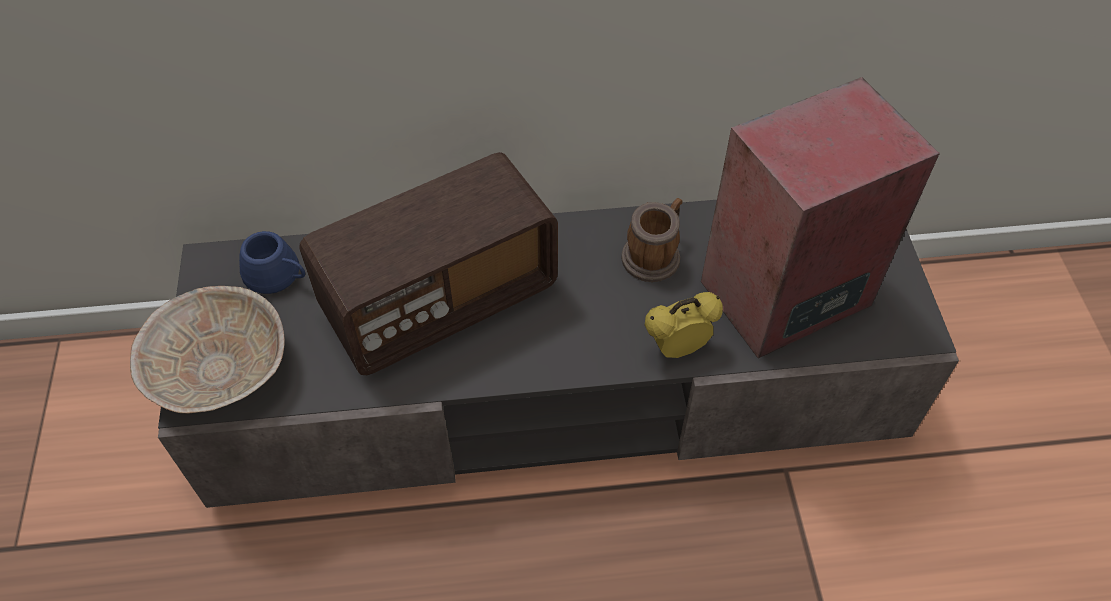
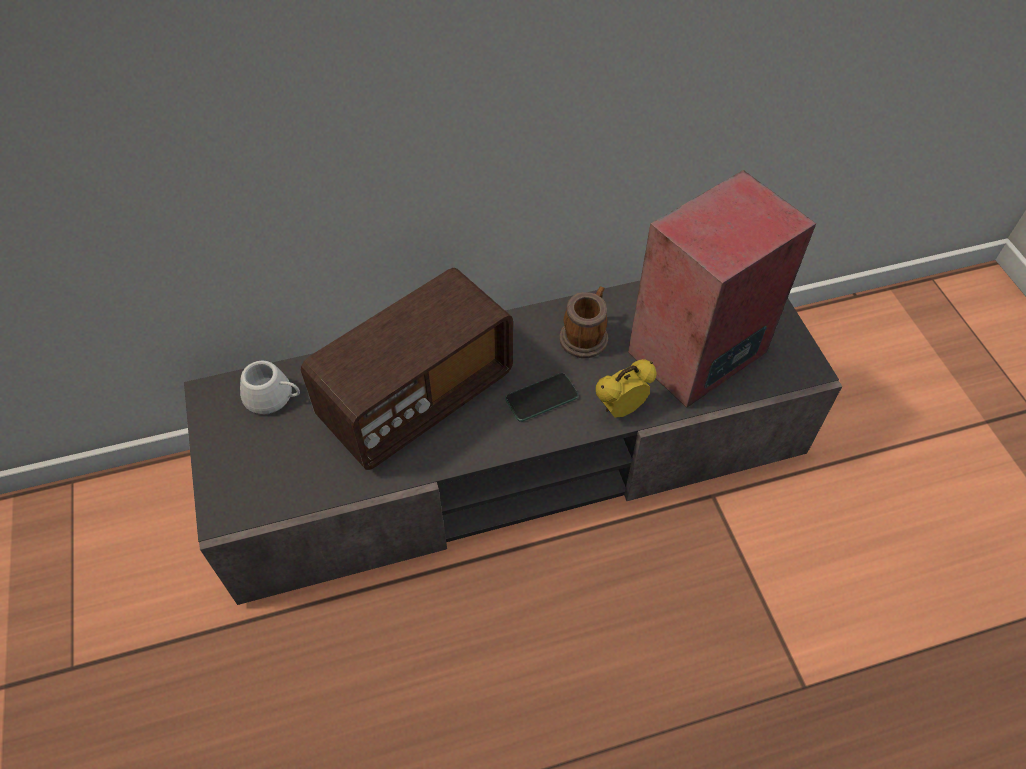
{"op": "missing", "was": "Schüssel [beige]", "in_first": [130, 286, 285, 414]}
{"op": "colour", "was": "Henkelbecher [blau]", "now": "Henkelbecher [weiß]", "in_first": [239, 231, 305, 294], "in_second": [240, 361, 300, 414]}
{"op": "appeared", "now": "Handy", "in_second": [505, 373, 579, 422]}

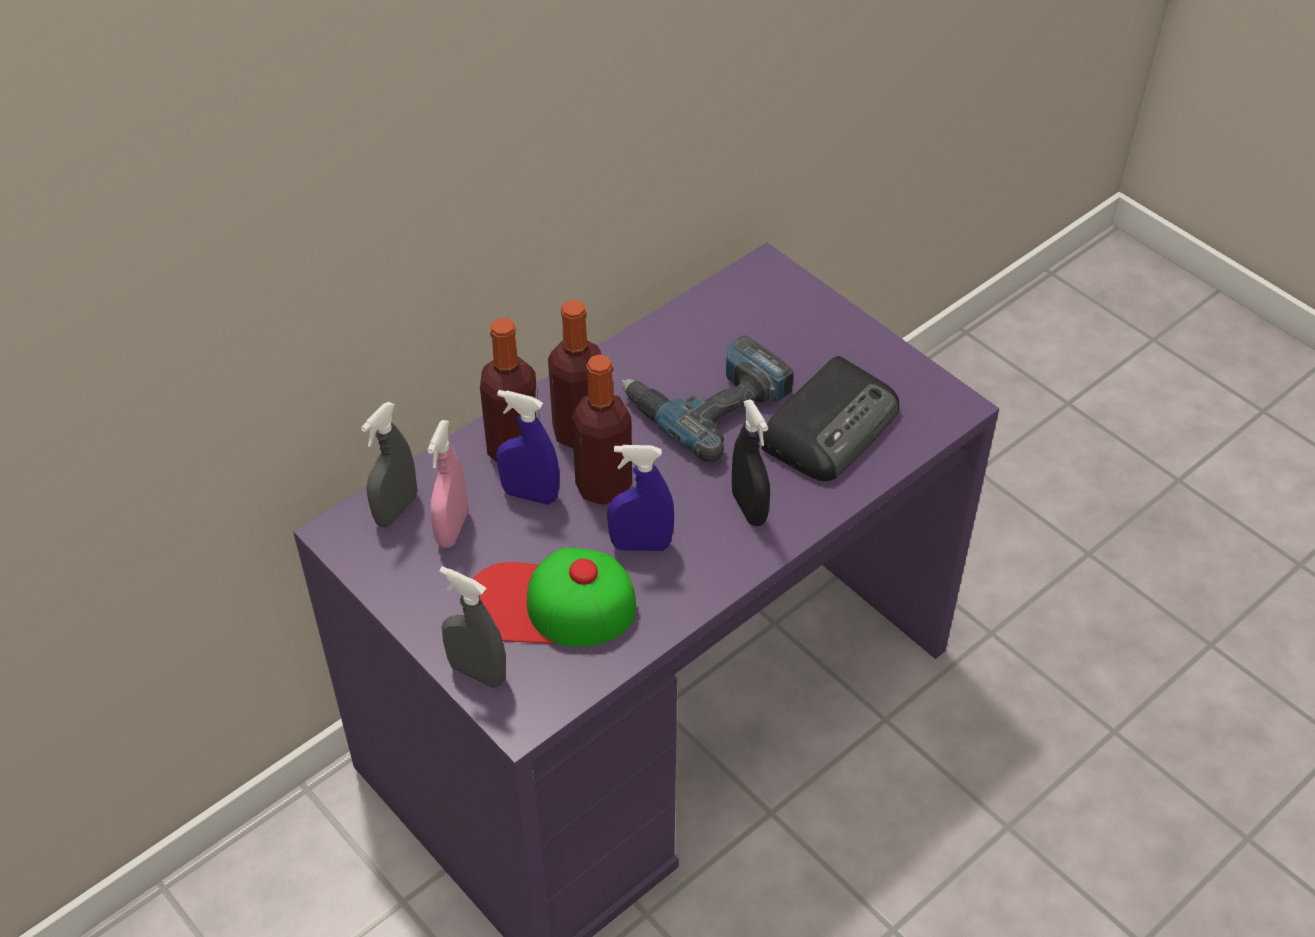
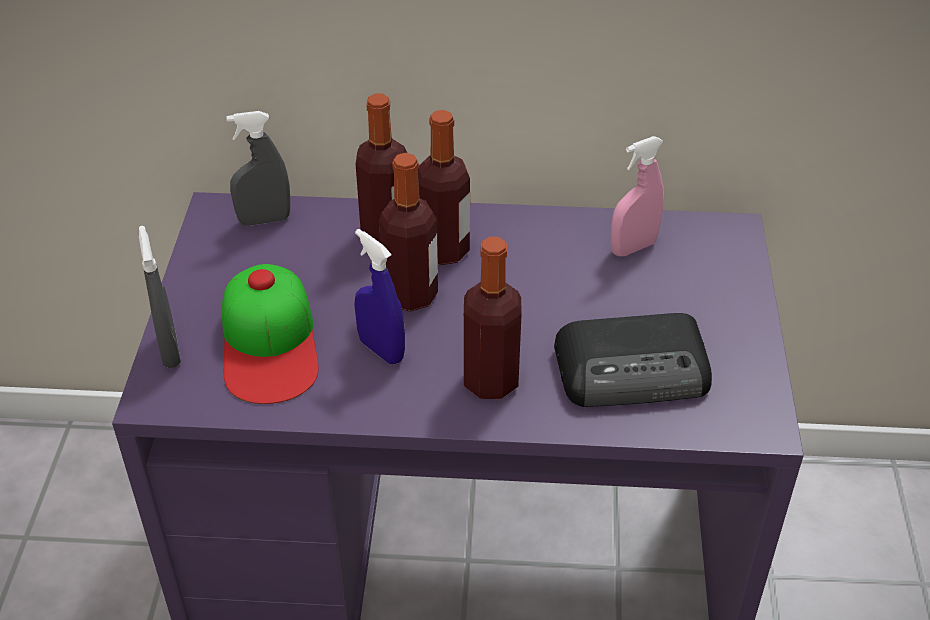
{"op": "relocated", "was": "Sprühflasche [rosa]", "in_first": [427, 420, 467, 548], "in_second": [611, 136, 664, 256]}
{"op": "spun", "was": "Kappe", "in_first": [463, 547, 636, 647], "in_second": [222, 264, 319, 404], "clockwise": -150}
{"op": "missing", "was": "Sprühflasche [blau]", "in_first": [496, 390, 559, 505]}
{"op": "missing", "was": "Bohrmaschine", "in_first": [622, 335, 794, 462]}
{"op": "exchanged", "was": "Sprühflasche [schwarz]", "now": "Flasche", "in_first": [732, 399, 770, 526], "in_second": [464, 237, 522, 399]}

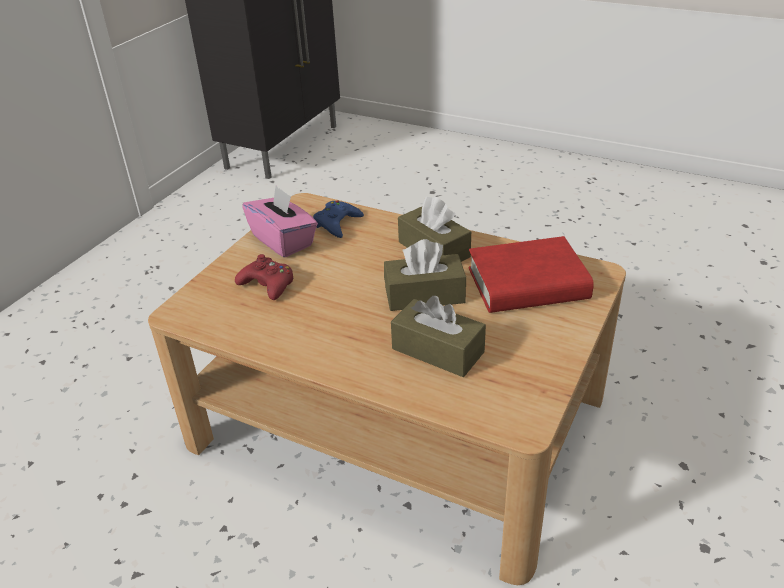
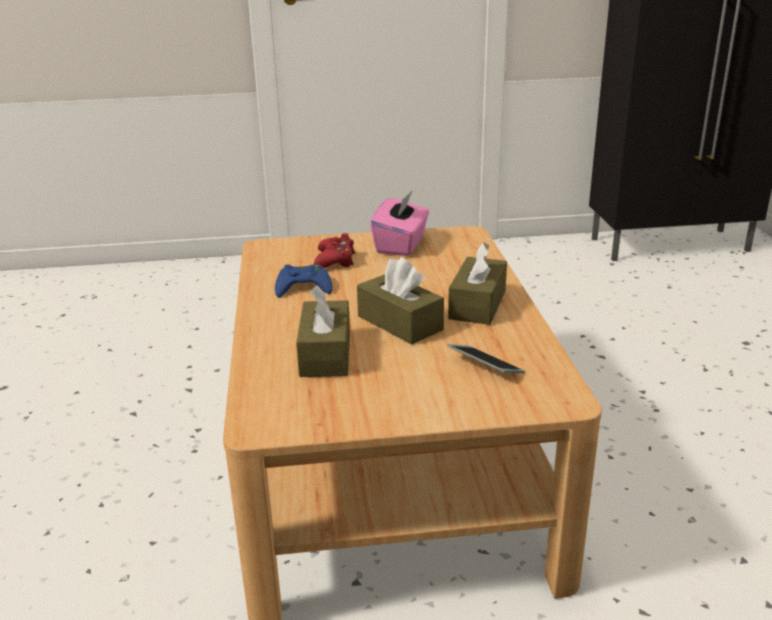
{"op": "relocated", "was": "Gamepad [blau]", "in_first": [313, 201, 364, 238], "in_second": [275, 264, 333, 298]}
{"op": "exchanged", "was": "Buch [rot]", "now": "Handy", "in_first": [468, 236, 594, 313], "in_second": [447, 344, 525, 373]}

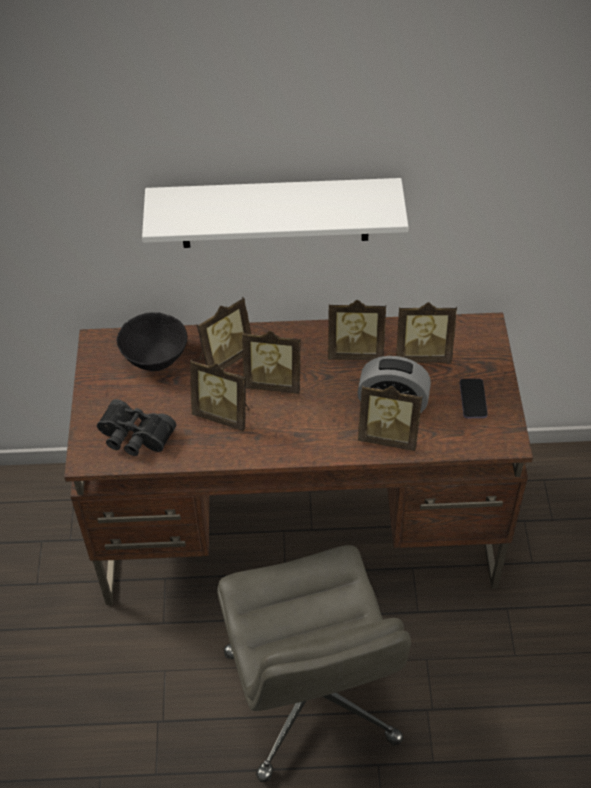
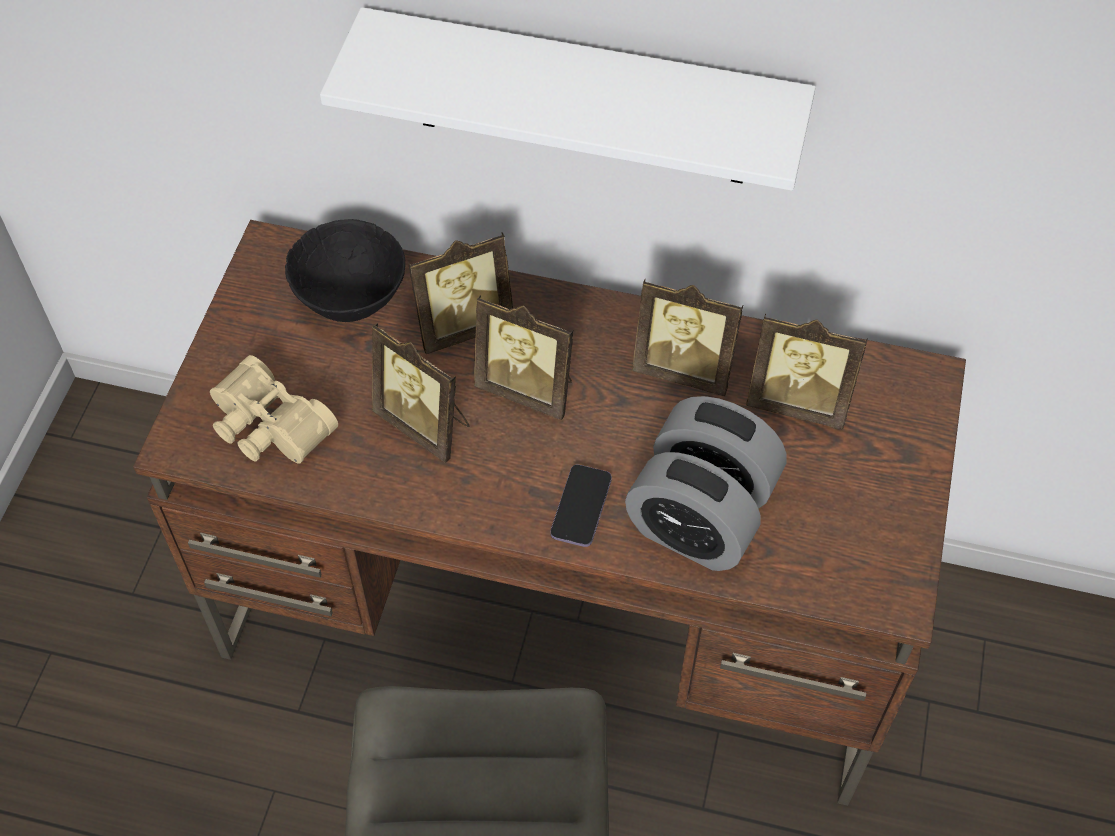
{"op": "colour", "was": "Fernglas [schwarz]", "now": "Fernglas [beige]", "in_first": [97, 399, 176, 456], "in_second": [210, 355, 338, 463]}
{"op": "exchanged", "was": "Bilderrahmen", "now": "Wecker", "in_first": [358, 385, 423, 451], "in_second": [625, 452, 761, 571]}
{"op": "relocated", "was": "Handy", "in_first": [460, 378, 488, 418], "in_second": [550, 465, 612, 547]}

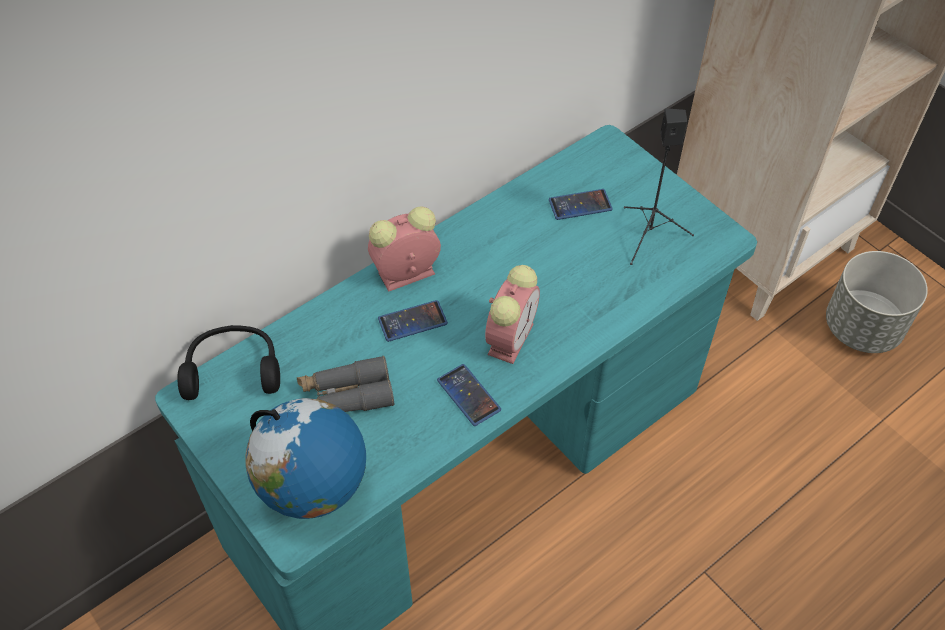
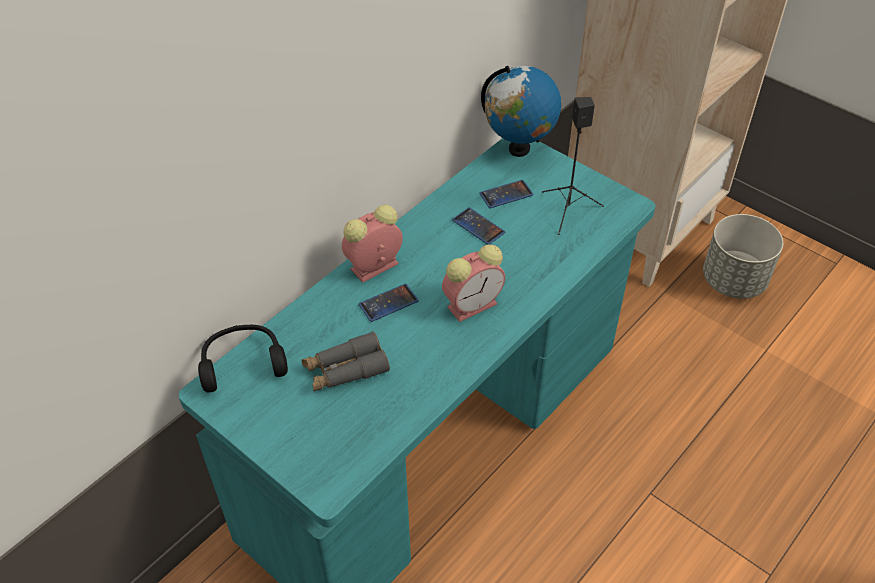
{"op": "relocated", "was": "Globus", "in_first": [245, 398, 366, 519], "in_second": [481, 66, 561, 157]}
{"op": "relocated", "was": "Handy", "in_first": [437, 364, 501, 426], "in_second": [452, 207, 505, 245]}
{"op": "spun", "was": "Wecker", "in_first": [485, 265, 540, 364], "in_second": [442, 244, 505, 322], "clockwise": 45}

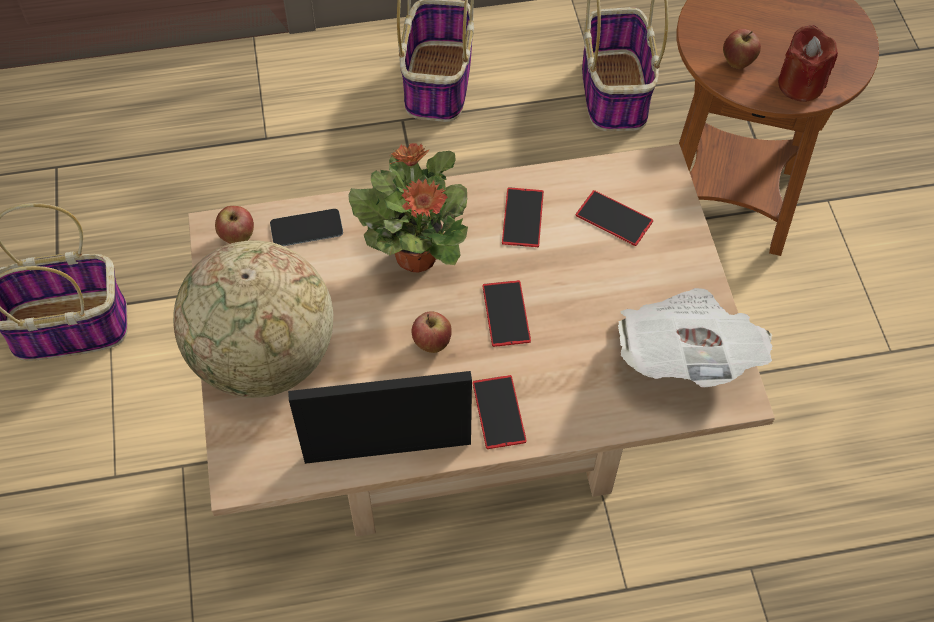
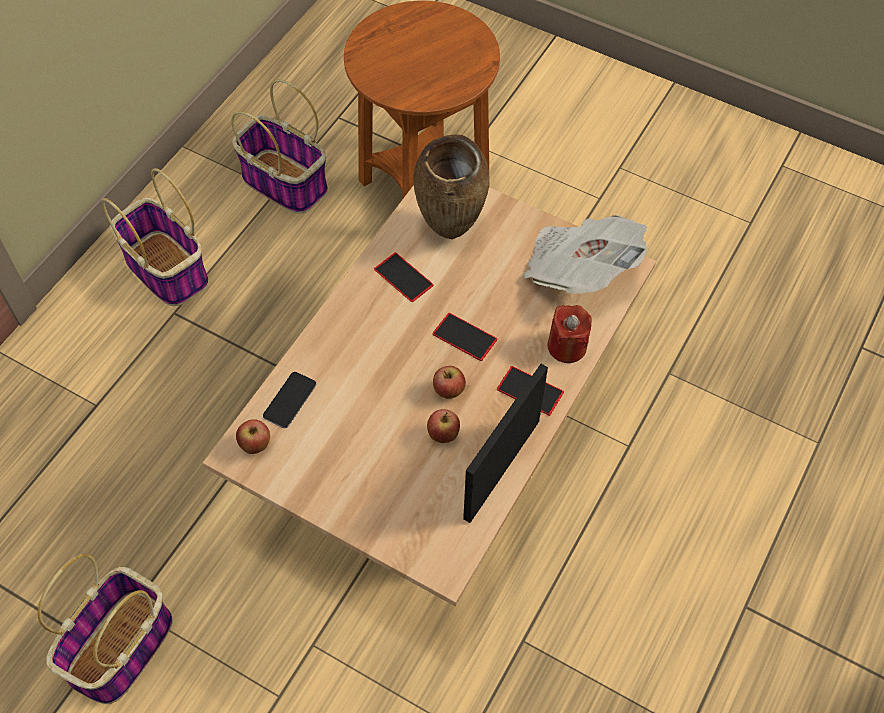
{"op": "missing", "was": "Globus", "in_first": [173, 240, 333, 398]}
{"op": "missing", "was": "Topfpflanze", "in_first": [348, 143, 468, 273]}
{"op": "exchanged", "was": "Handy", "now": "Vase [braun]", "in_first": [576, 190, 653, 246], "in_second": [413, 134, 489, 239]}
{"op": "relocated", "was": "Apfel", "in_first": [723, 29, 761, 69], "in_second": [427, 409, 460, 443]}
{"op": "relocated", "was": "Kerze [rot]", "in_first": [778, 25, 838, 102], "in_second": [547, 305, 592, 363]}

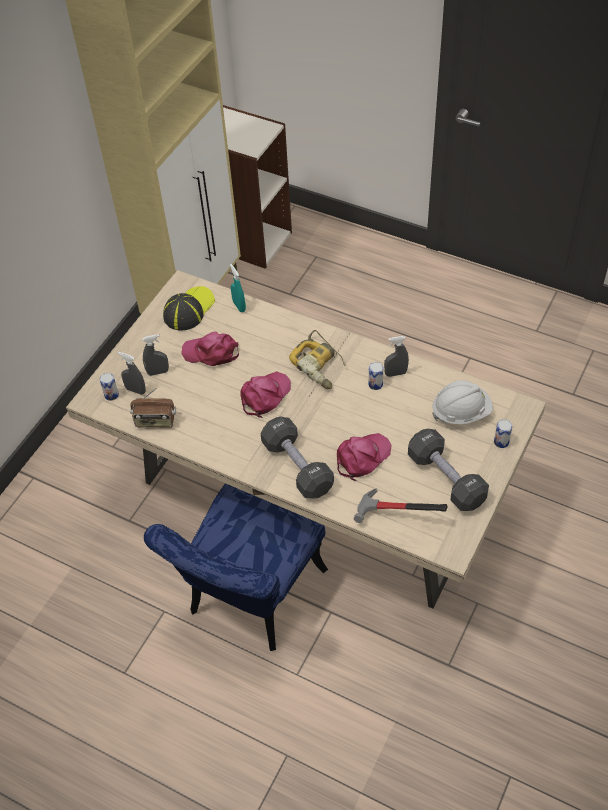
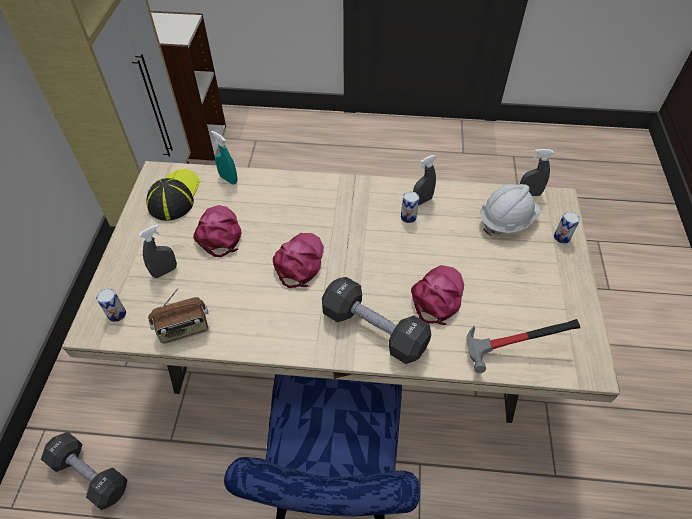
{"op": "relocated", "was": "Sprühflasche [grau]", "in_first": [118, 352, 146, 395], "in_second": [520, 149, 554, 196]}
{"op": "spun", "was": "Kappe [rosa]", "in_first": [181, 331, 239, 366], "in_second": [193, 205, 241, 257], "clockwise": 90}
{"op": "missing", "was": "Bohrmaschine", "in_first": [289, 330, 346, 389]}
{"op": "relocated", "was": "Hantel [schwarz]", "in_first": [408, 429, 489, 511], "in_second": [41, 432, 127, 510]}

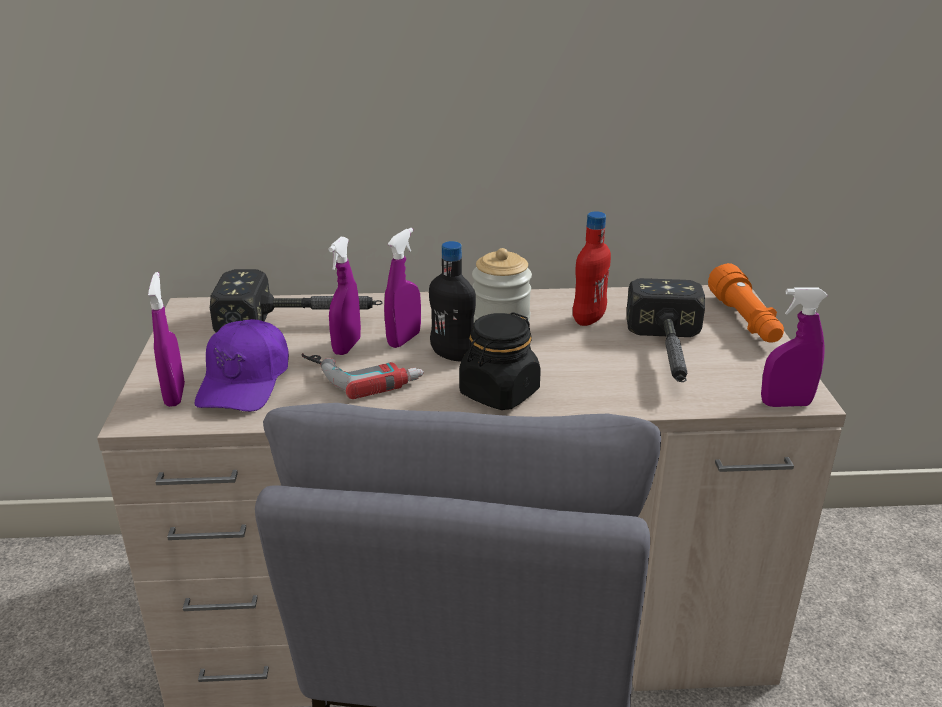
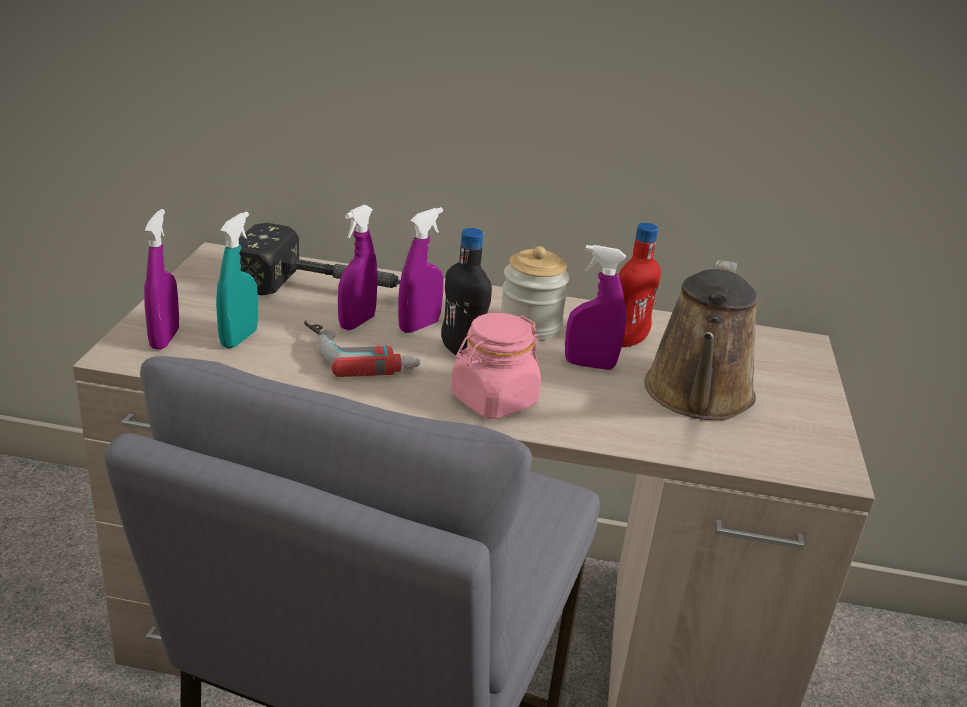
{"op": "exchanged", "was": "Kappe [lila]", "now": "Sprühflasche [türkis]", "in_first": [195, 319, 289, 412], "in_second": [216, 211, 258, 348]}
{"op": "colour", "was": "Vorratsglas [schwarz]", "now": "Vorratsglas [rosa]", "in_first": [459, 312, 541, 410], "in_second": [451, 313, 541, 419]}
{"op": "exchanged", "was": "Hammer", "now": "Gießkanne [braun]", "in_first": [627, 278, 705, 382], "in_second": [644, 260, 758, 420]}
{"op": "missing", "was": "Taschenlampe [orange]", "in_first": [708, 263, 784, 343]}
{"op": "relocated", "was": "Sprühflasche [lila]", "in_first": [761, 287, 828, 407], "in_second": [565, 245, 626, 370]}

